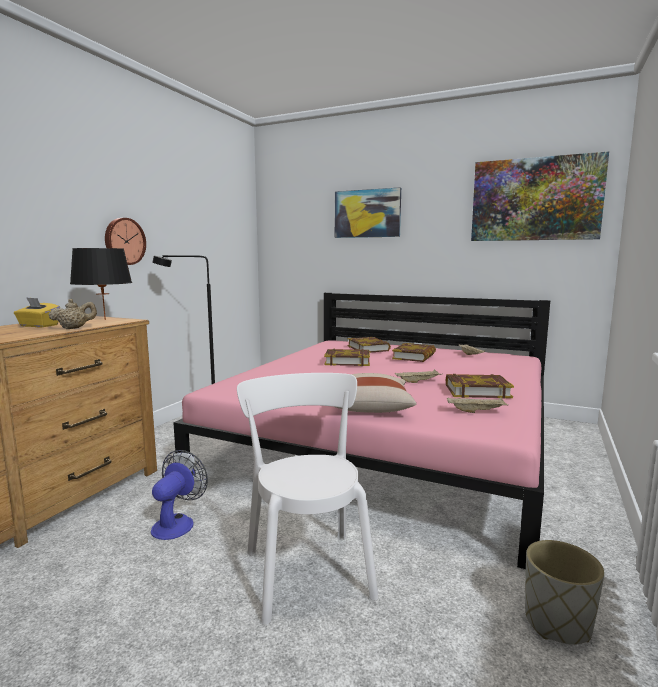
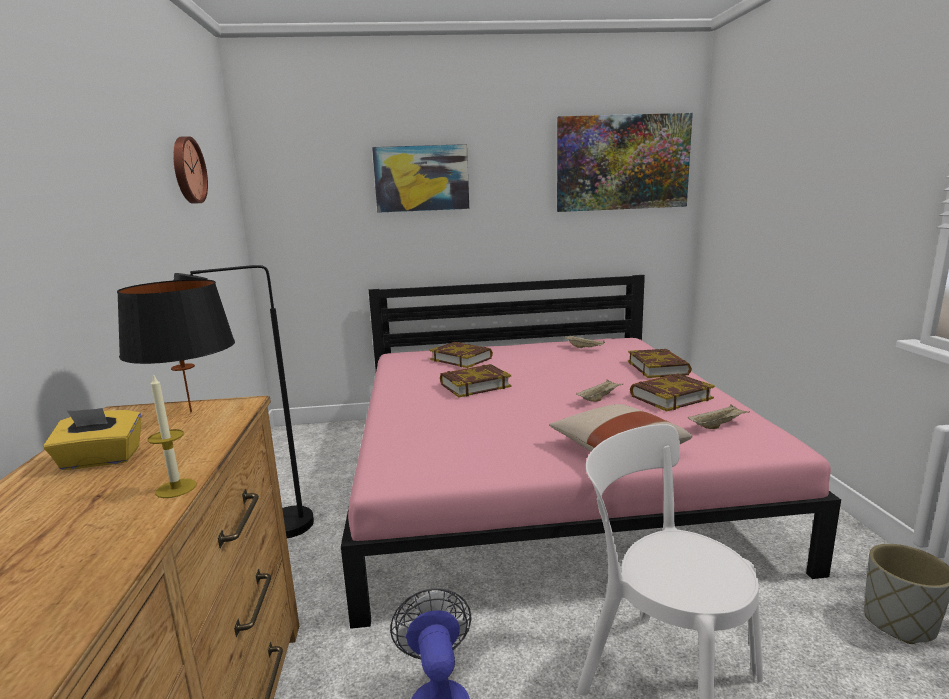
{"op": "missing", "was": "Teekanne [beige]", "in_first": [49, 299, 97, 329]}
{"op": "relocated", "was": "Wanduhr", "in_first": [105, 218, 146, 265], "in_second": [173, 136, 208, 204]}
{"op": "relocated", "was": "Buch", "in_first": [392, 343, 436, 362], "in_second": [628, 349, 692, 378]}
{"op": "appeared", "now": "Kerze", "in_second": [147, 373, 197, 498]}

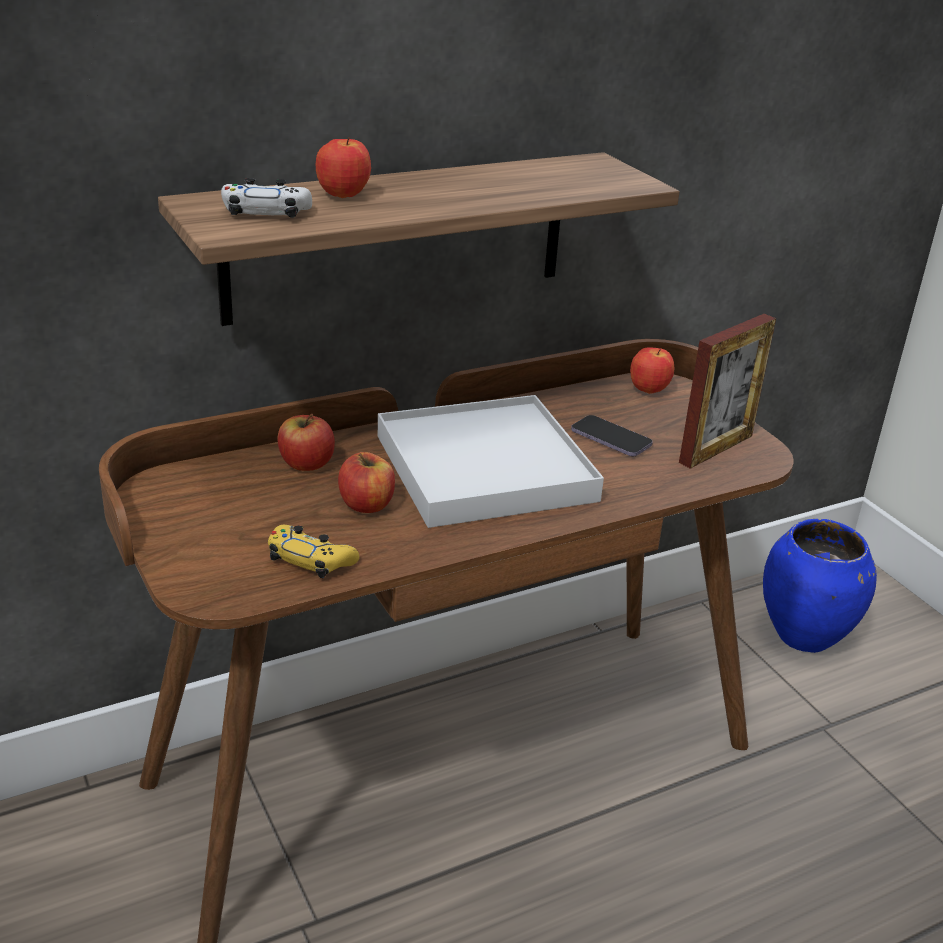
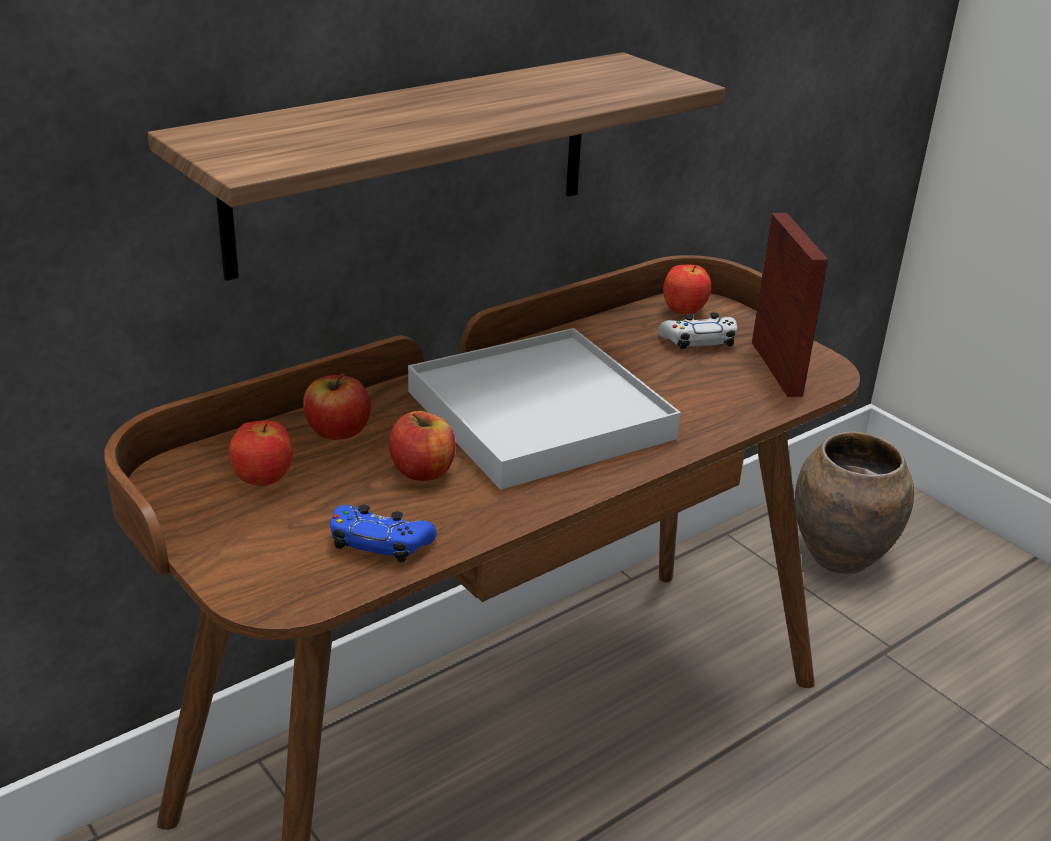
{"op": "relocated", "was": "Gamepad [weiß]", "in_first": [221, 178, 312, 218], "in_second": [658, 313, 738, 349]}
{"op": "colour", "was": "Gamepad [gelb]", "now": "Gamepad [blau]", "in_first": [268, 525, 359, 578], "in_second": [330, 504, 437, 563]}
{"op": "relocated", "was": "Apfel", "in_first": [316, 137, 371, 198], "in_second": [229, 421, 293, 487]}
{"op": "missing", "was": "Handy", "in_first": [571, 415, 653, 456]}
{"op": "spun", "was": "Bilderrahmen", "in_first": [679, 314, 776, 469], "in_second": [752, 213, 828, 397], "clockwise": -45}
{"op": "colour", "was": "Vase [blau]", "now": "Vase [braun]", "in_first": [763, 519, 877, 653], "in_second": [795, 432, 914, 574]}

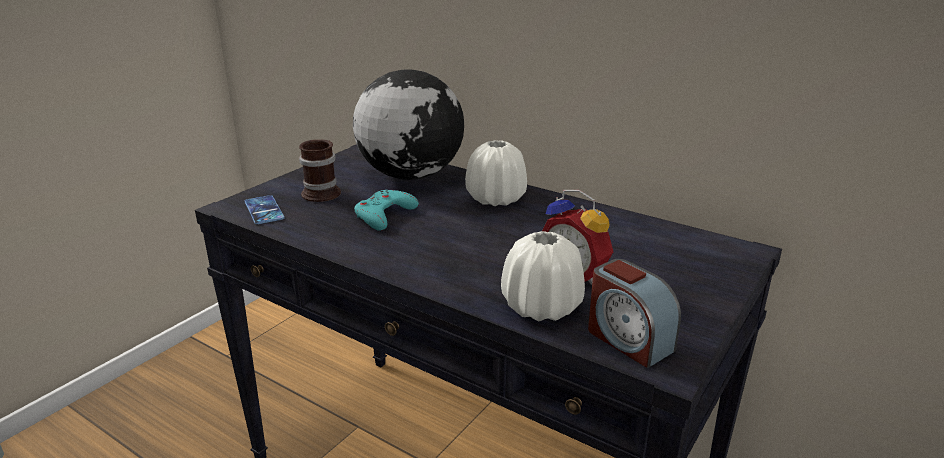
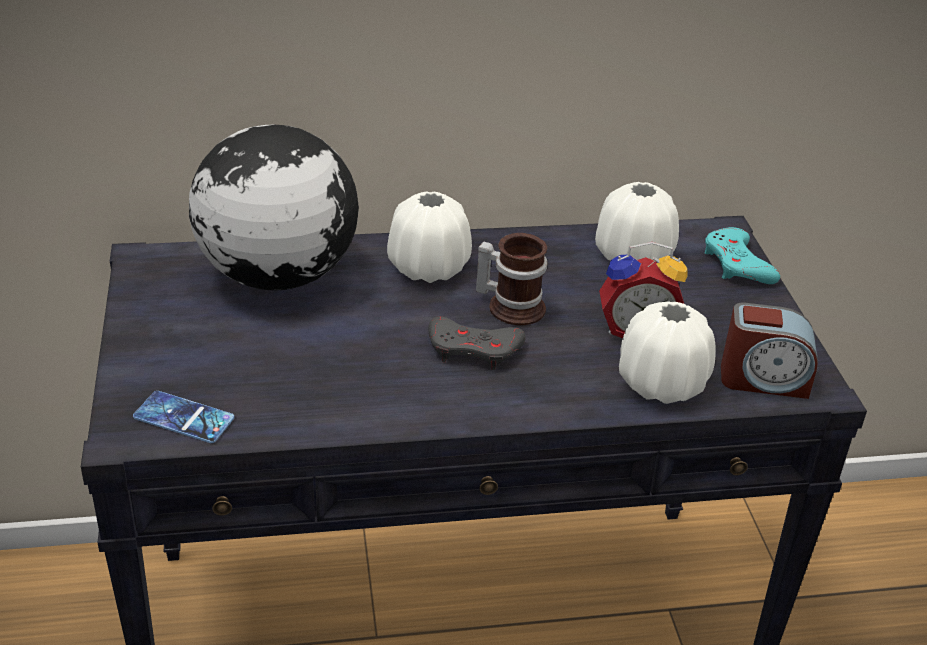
{"op": "relocated", "was": "Henkelbecher", "in_first": [299, 139, 341, 202], "in_second": [476, 233, 547, 325]}
{"op": "relocated", "was": "Gamepad [türkis]", "in_first": [354, 190, 419, 231], "in_second": [705, 227, 780, 284]}
{"op": "appeared", "now": "Gamepad [grau]", "in_second": [428, 317, 526, 370]}
{"op": "appeared", "now": "Vase [weiß]", "in_second": [595, 182, 679, 261]}

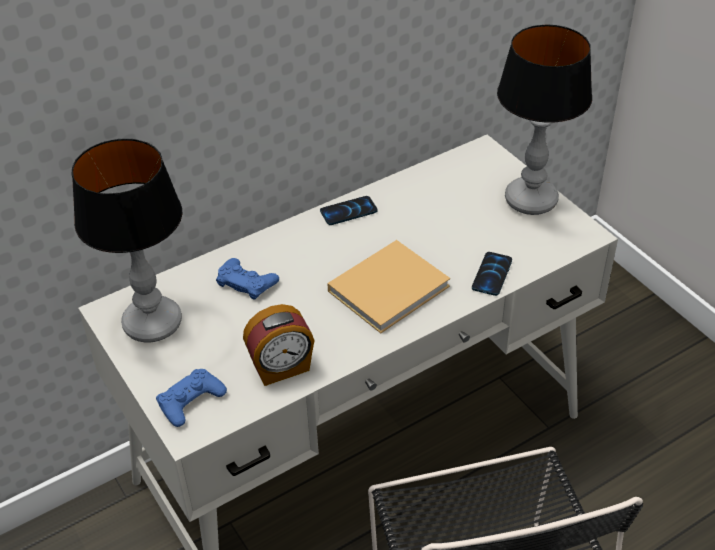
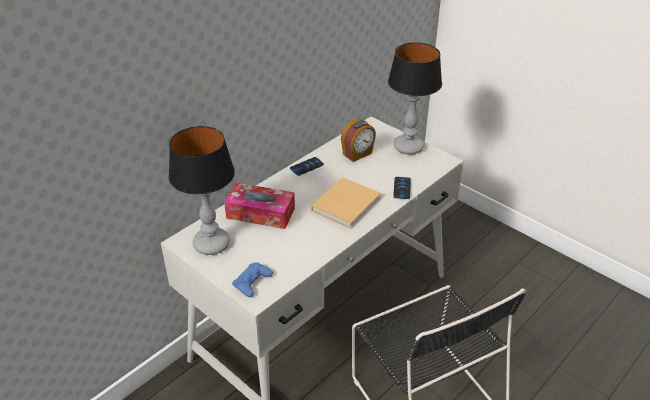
{"op": "exchanged", "was": "Gamepad [blau]", "now": "Taschentuchbox", "in_first": [216, 258, 279, 300], "in_second": [224, 183, 295, 229]}
{"op": "relocated", "was": "Wecker", "in_first": [243, 304, 315, 386], "in_second": [341, 119, 376, 162]}

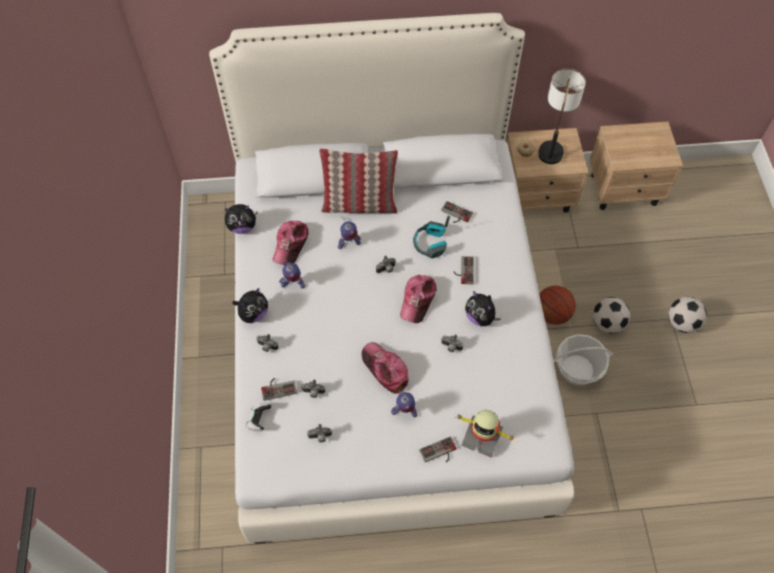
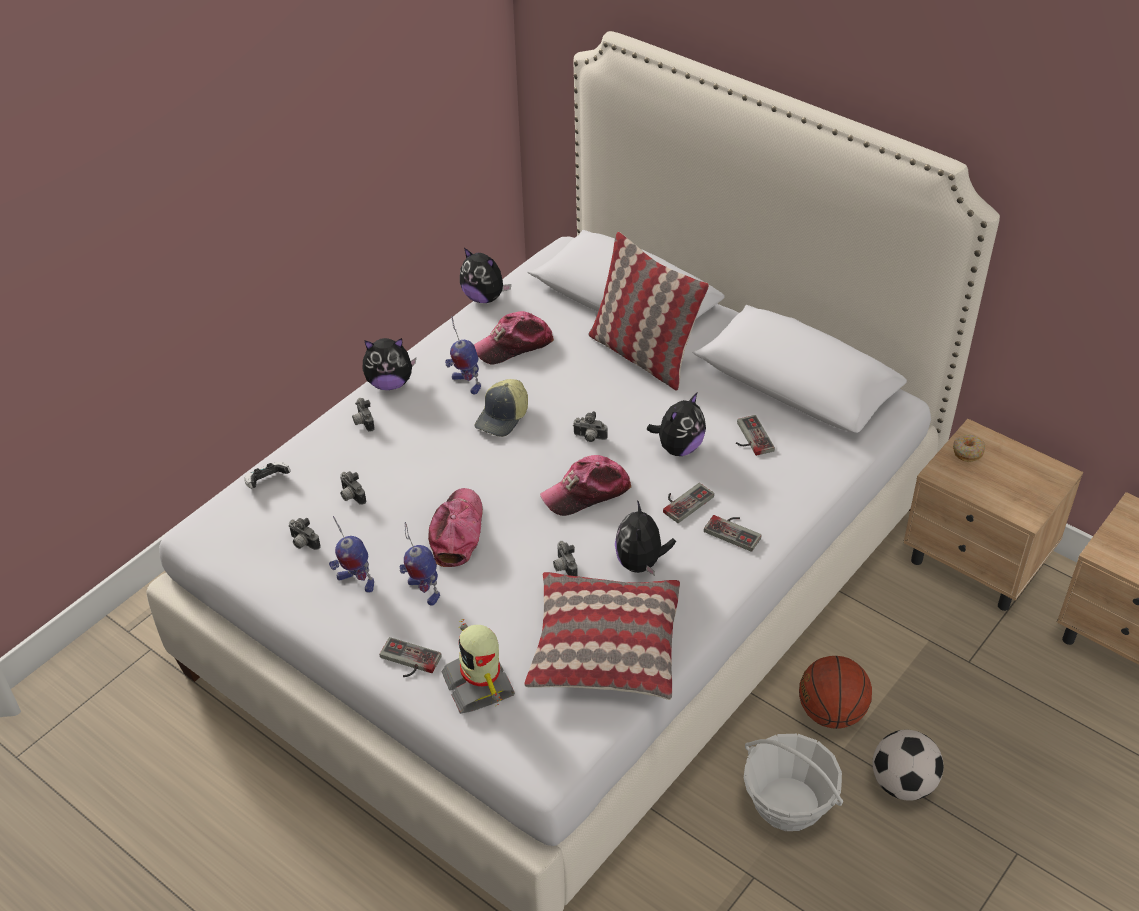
{"op": "relocated", "was": "Gamepad", "in_first": [261, 378, 297, 401], "in_second": [704, 515, 761, 552]}
{"op": "relocated", "was": "Spielzeugroboter", "in_first": [338, 217, 361, 249], "in_second": [329, 516, 374, 593]}
{"op": "exchanged", "was": "Kopfhörer", "now": "Plüschtier", "in_first": [413, 216, 450, 258], "in_second": [647, 393, 706, 456]}
{"op": "missing", "was": "Tischlampe", "in_first": [538, 69, 586, 164]}
{"op": "missing", "was": "Fußball", "in_first": [668, 297, 707, 333]}
{"op": "appeared", "now": "Kappe", "in_second": [475, 379, 528, 437]}
{"op": "appeared", "now": "Kissen", "in_second": [524, 572, 680, 700]}

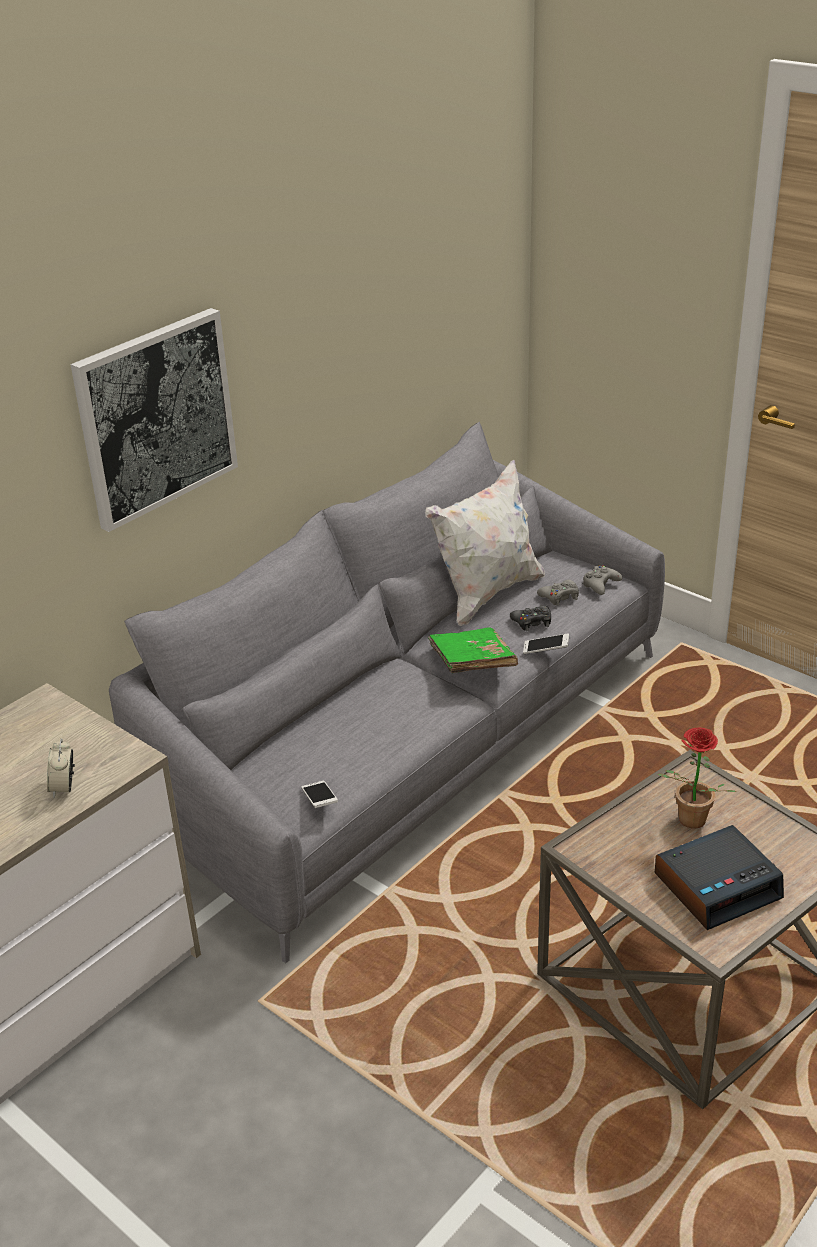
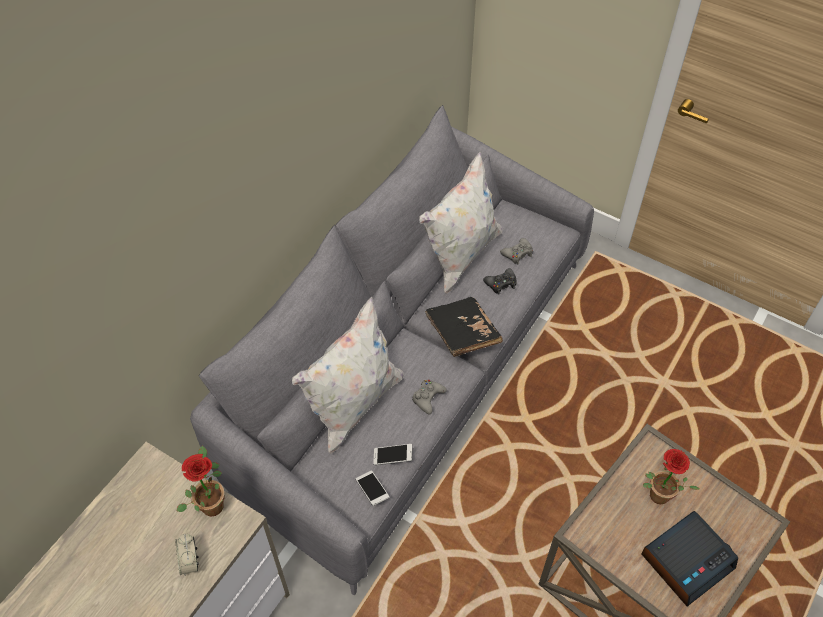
{"op": "missing", "was": "Bild", "in_first": [70, 308, 238, 532]}
{"op": "colour", "was": "Buch [grün]", "now": "Buch [schwarz]", "in_first": [428, 627, 518, 673], "in_second": [425, 297, 503, 357]}
{"op": "relocated", "was": "Handy", "in_first": [523, 633, 570, 654], "in_second": [373, 444, 413, 465]}
{"op": "relocated", "was": "Gamepad [grau]", "in_first": [583, 565, 622, 595], "in_second": [412, 380, 447, 415]}
{"op": "appeared", "now": "Topfpflanze", "in_second": [177, 446, 225, 517]}
{"op": "appeared", "now": "Kissen [weiß]", "in_second": [292, 297, 404, 454]}

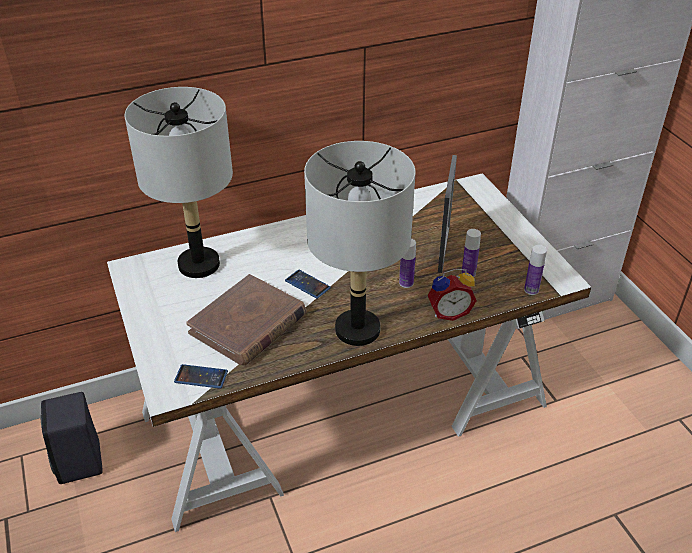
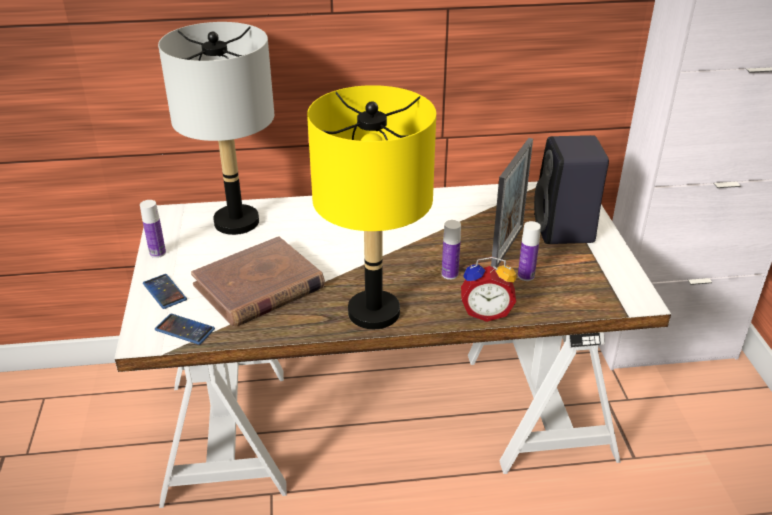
{"op": "relocated", "was": "Lautsprecher [schwarz]", "in_first": [41, 392, 103, 484], "in_second": [534, 135, 609, 244]}
{"op": "relocated", "was": "Handy", "in_first": [285, 270, 331, 299], "in_second": [143, 274, 187, 309]}
{"op": "colour", "was": "Tischlampe [grau]", "now": "Tischlampe [gelb]", "in_first": [304, 141, 415, 346], "in_second": [307, 85, 436, 329]}
{"op": "relocated", "was": "Flasche", "in_first": [524, 245, 547, 295], "in_second": [140, 200, 166, 258]}

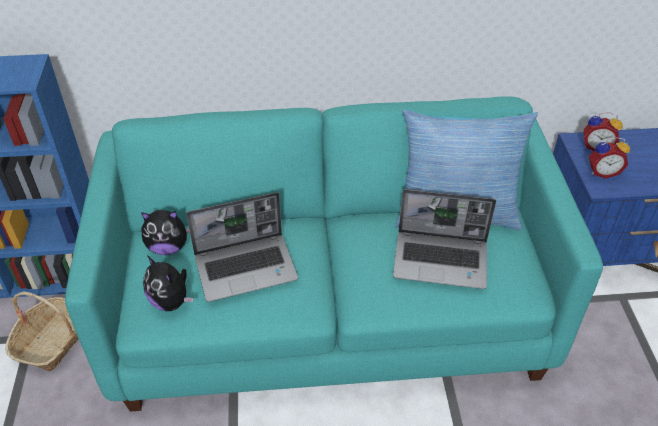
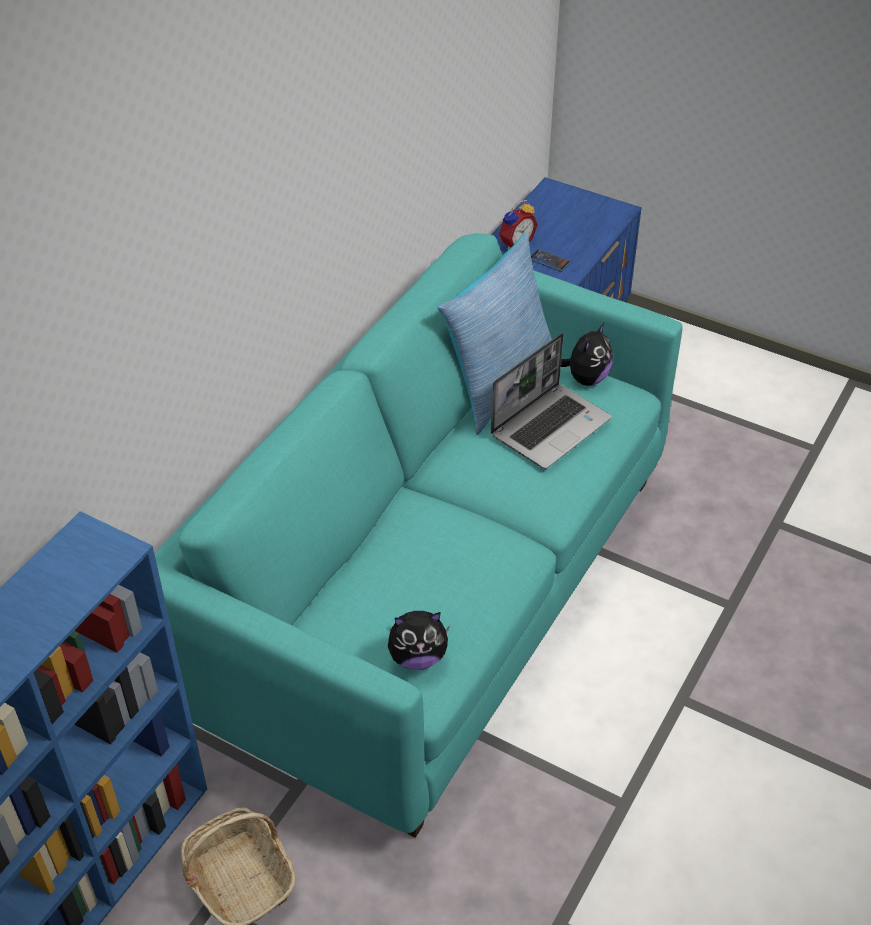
{"op": "relocated", "was": "Plüschtier", "in_first": [141, 210, 190, 255], "in_second": [561, 323, 613, 386]}
{"op": "missing", "was": "Laptop", "in_first": [186, 192, 298, 302]}
{"op": "exchanged", "was": "Wecker", "now": "Handy", "in_first": [589, 137, 630, 179], "in_second": [531, 249, 571, 272]}

